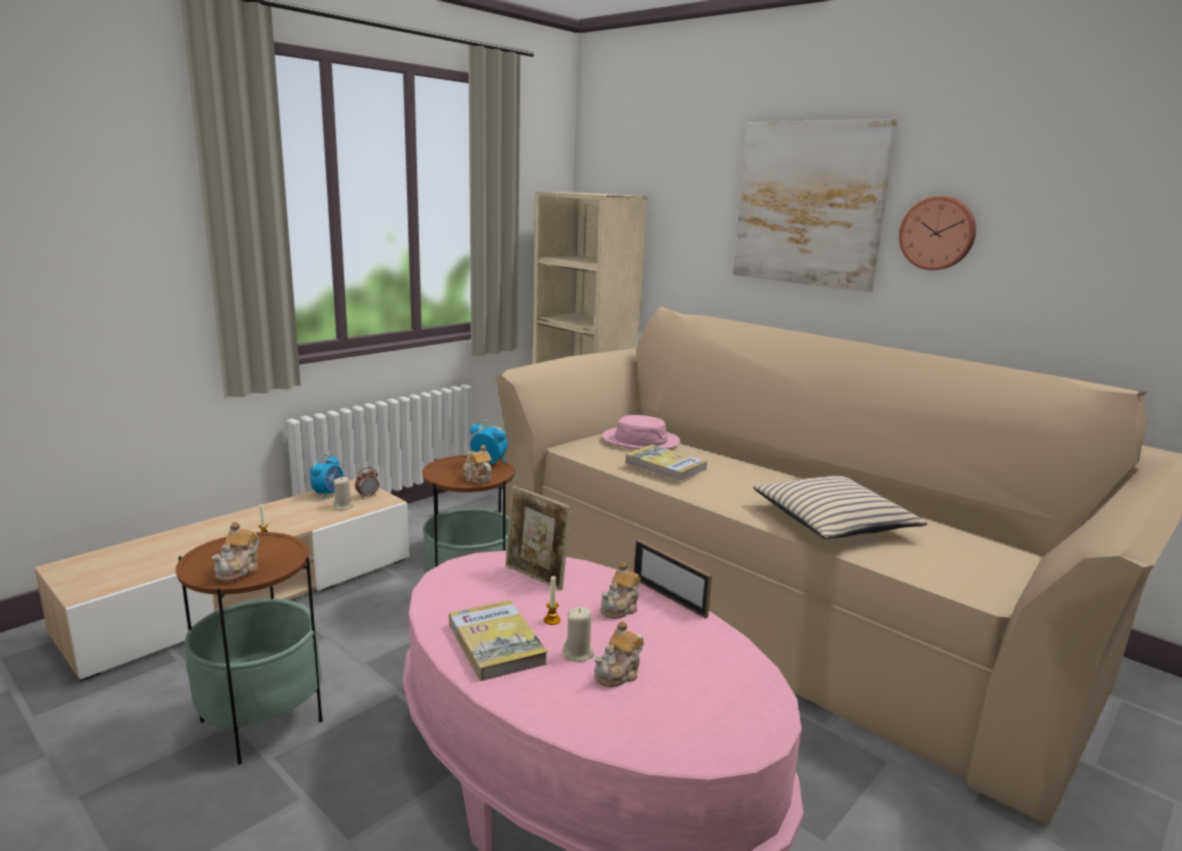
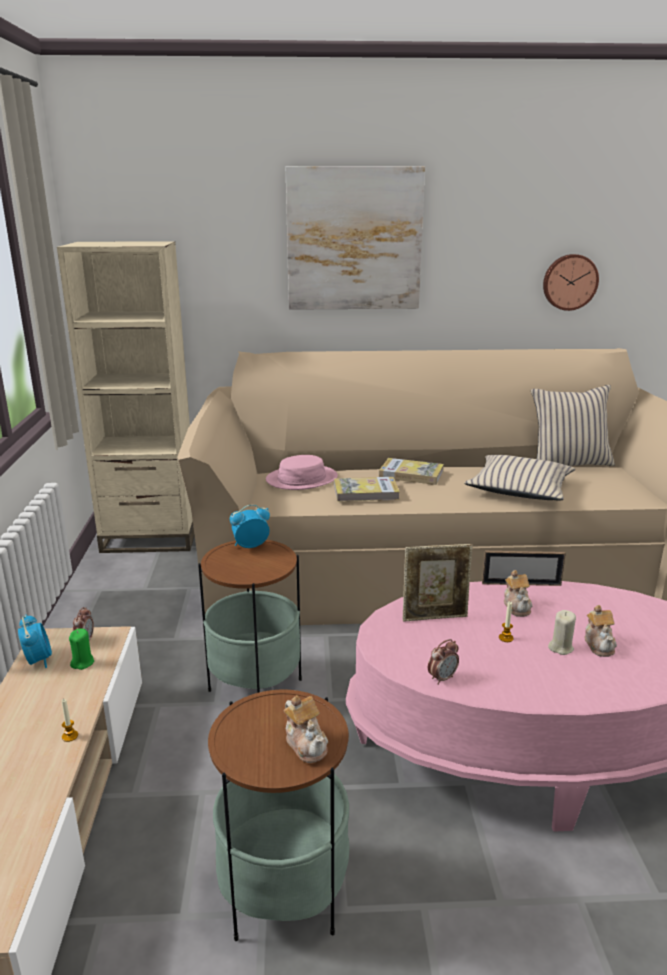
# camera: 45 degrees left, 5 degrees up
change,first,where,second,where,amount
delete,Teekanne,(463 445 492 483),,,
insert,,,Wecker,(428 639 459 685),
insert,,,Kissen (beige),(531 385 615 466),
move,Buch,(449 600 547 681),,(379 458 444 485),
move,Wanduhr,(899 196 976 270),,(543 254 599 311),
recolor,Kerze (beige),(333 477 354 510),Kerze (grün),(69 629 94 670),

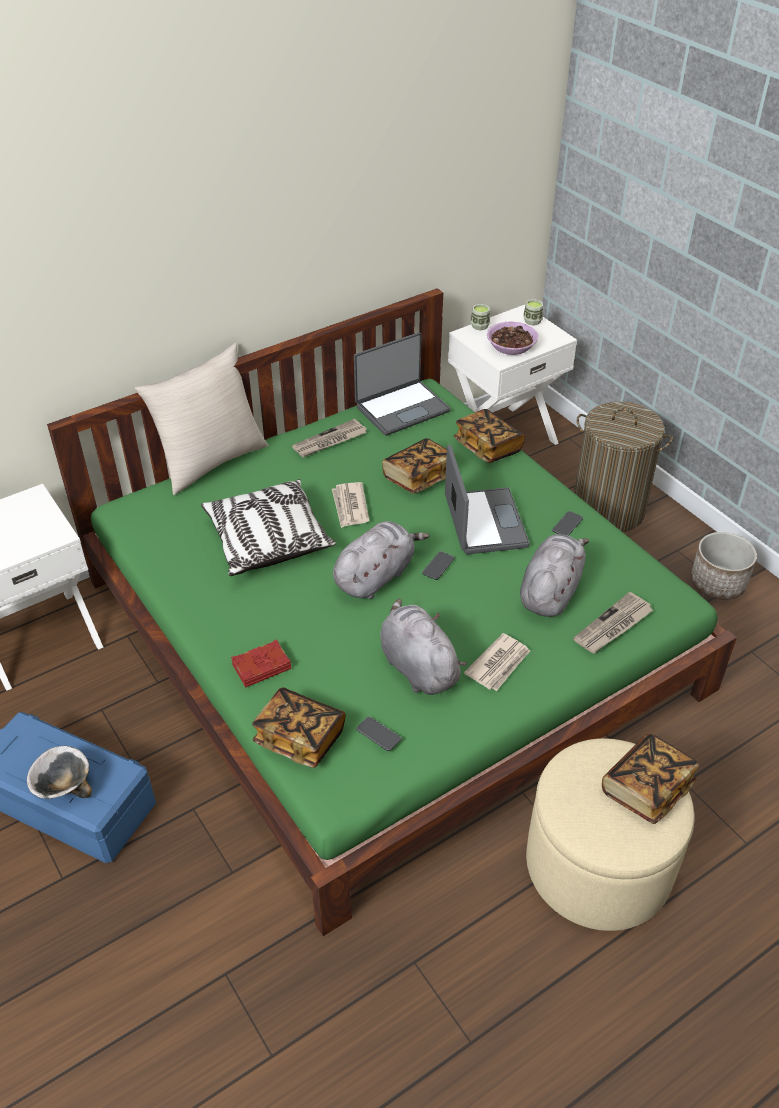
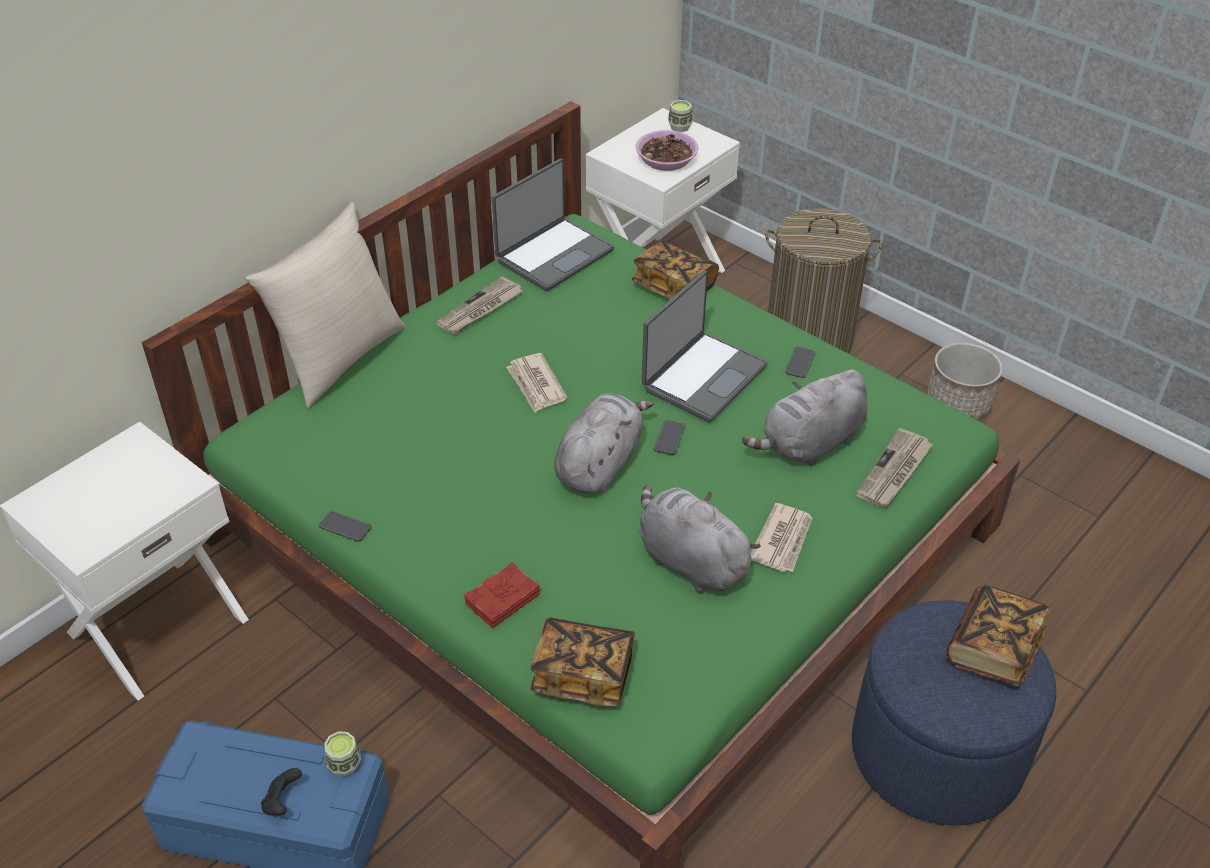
# camera: 15 degrees left, 0 degrees up
change,first,where,second,where,amount
delete,Kissen,(201 479 336 576),,,
delete,Buch,(382 438 455 493),,,
move,Handy,(356 716 401 751),,(319 511 371 542),
move,Tasse,(471 304 490 330),,(324 731 361 776),
replace,Schüssel,(27 746 92 799),Gamepad (schwarz),(261 768 302 816),
recolor,Polsterhocker (beige),(526 738 695 931),Polsterhocker (blau),(852 601 1056 826),
rotate,Laptop,(445 444 530 554),,(642 270 768 422),60 degrees clockwise
rotate,Plüschtier (grau),(520 534 589 617),,(742 369 868 466),135 degrees counterclockwise

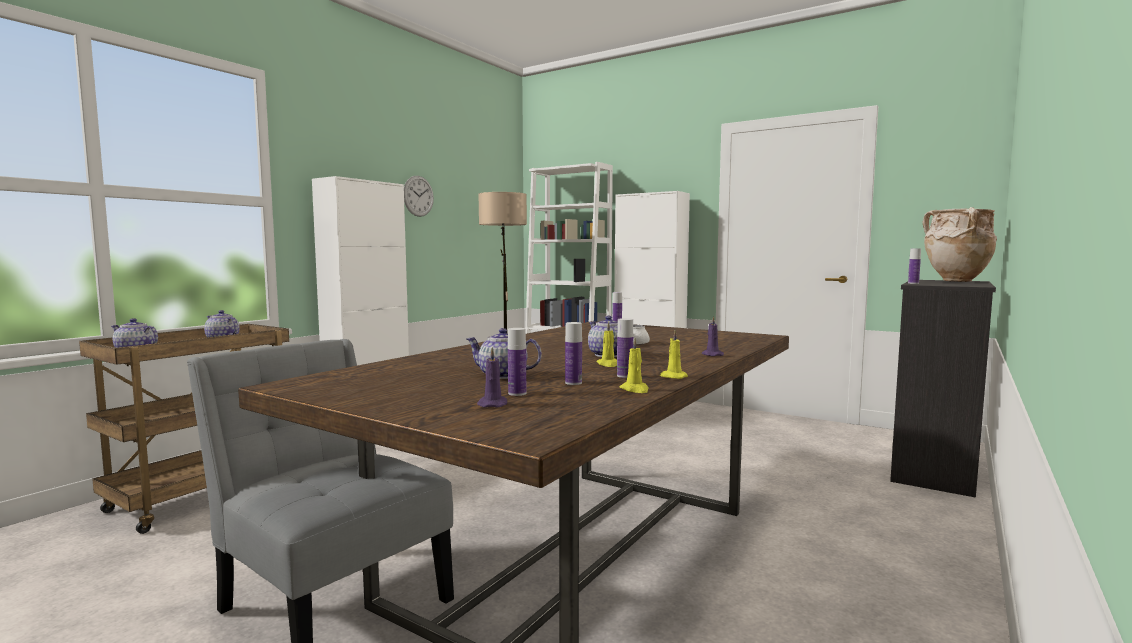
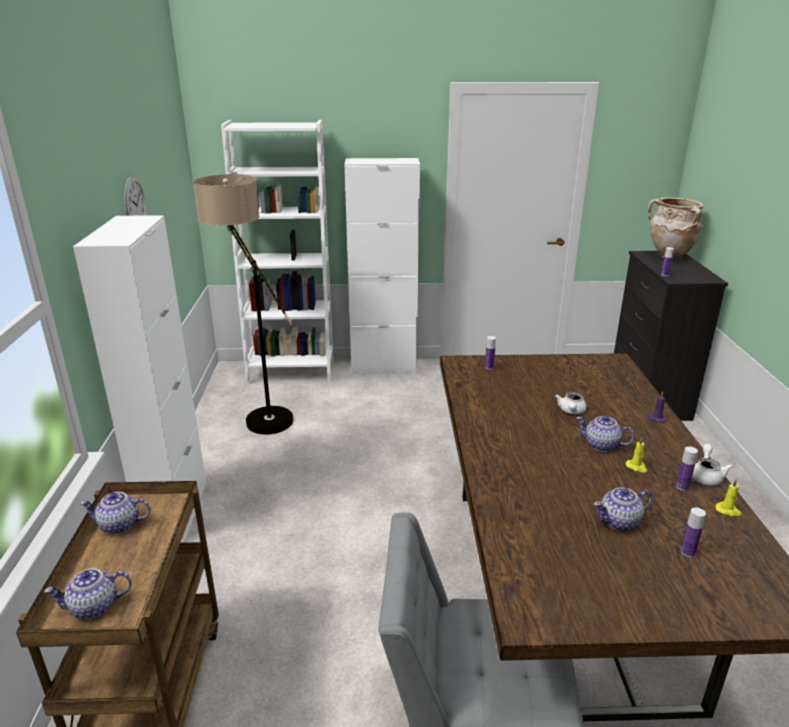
# camera: 35 degrees left, 20 degrees up
change,first,where,second,where,amount
delete,Kerze (lila),(477 347 507 407),,,
delete,Flasche,(565 322 582 385),,,
replace,Kerze (gelb),(660 330 688 379),Teekanne (weiß),(692 444 733 486),

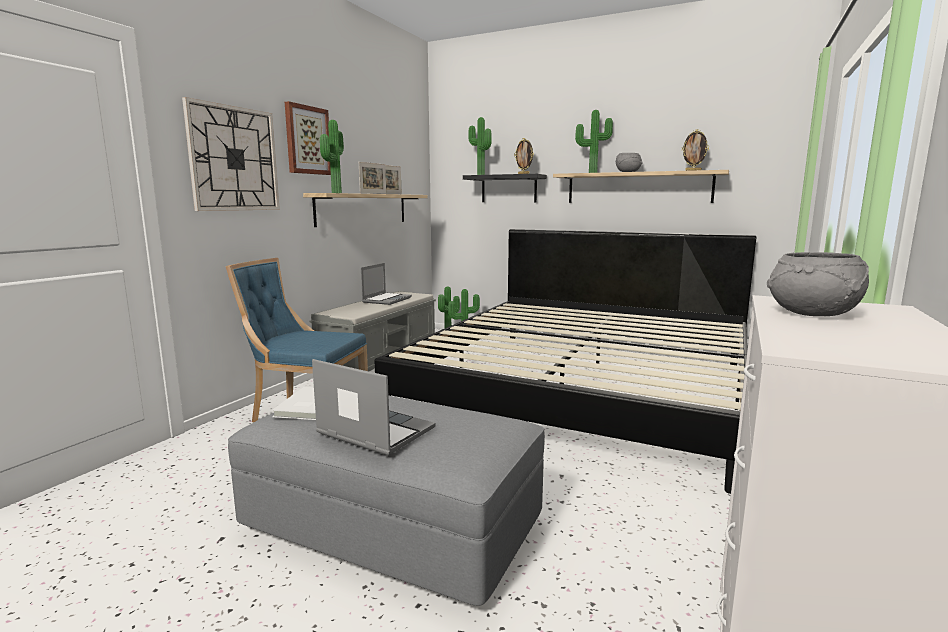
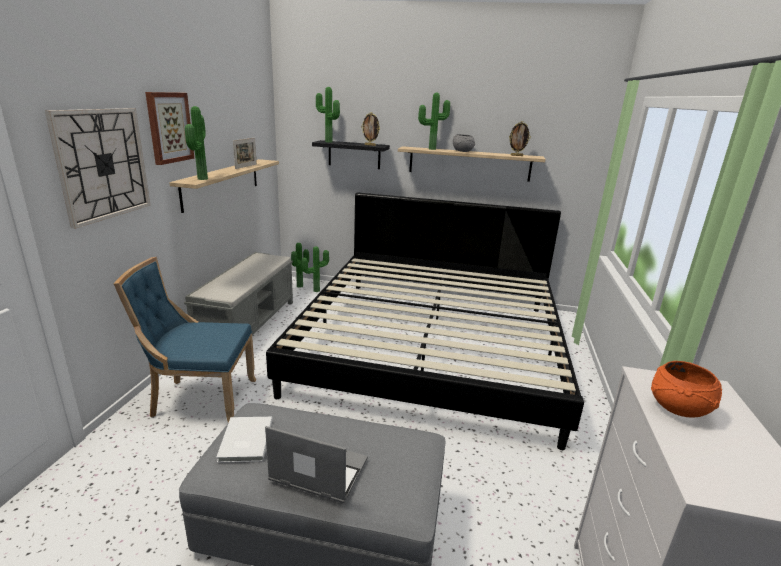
# camera: 15 degrees left, 10 degrees up
change,first,where,second,where,amount
delete,Bilderrahmen,(359 162 386 194),,,
delete,Laptop,(361 263 412 305),,,
recolor,Schüssel (grau),(767 252 869 316),Schüssel (orange),(651 361 722 418),

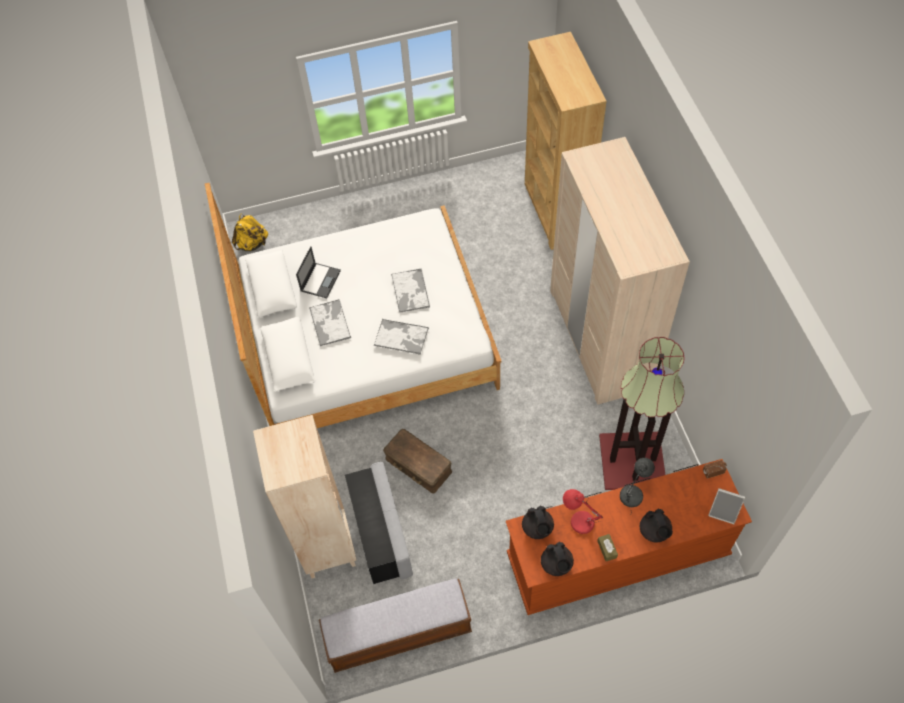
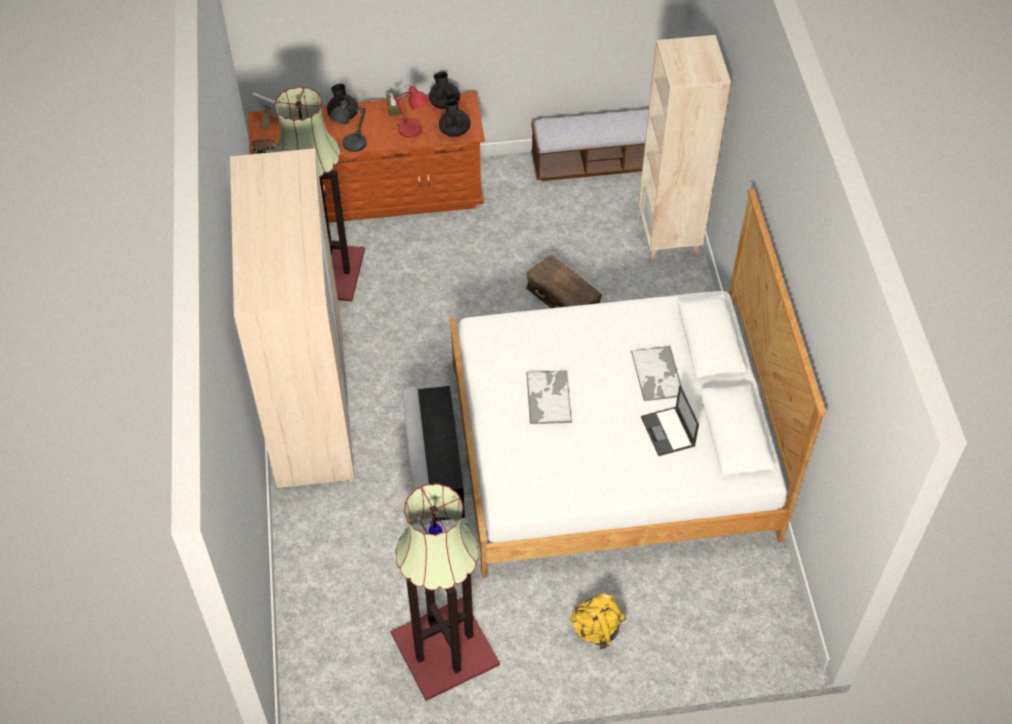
# camera: 175 degrees left, 5 degrees down
change,first,where,second,where,amount
delete,Tablett,(374 319 429 355),,,
delete,Bücherregal (braun),(525 32 607 250),,,
insert,,,Stehlampe,(391 483 500 701),
move,Rucksack (gelb),(232 214 268 251),,(570 593 627 649),
move,Polsterhocker (grau),(345 462 413 584),,(402 386 465 525),
rotate,Laptop,(296 246 341 298),,(641 385 699 456),45 degrees counterclockwise

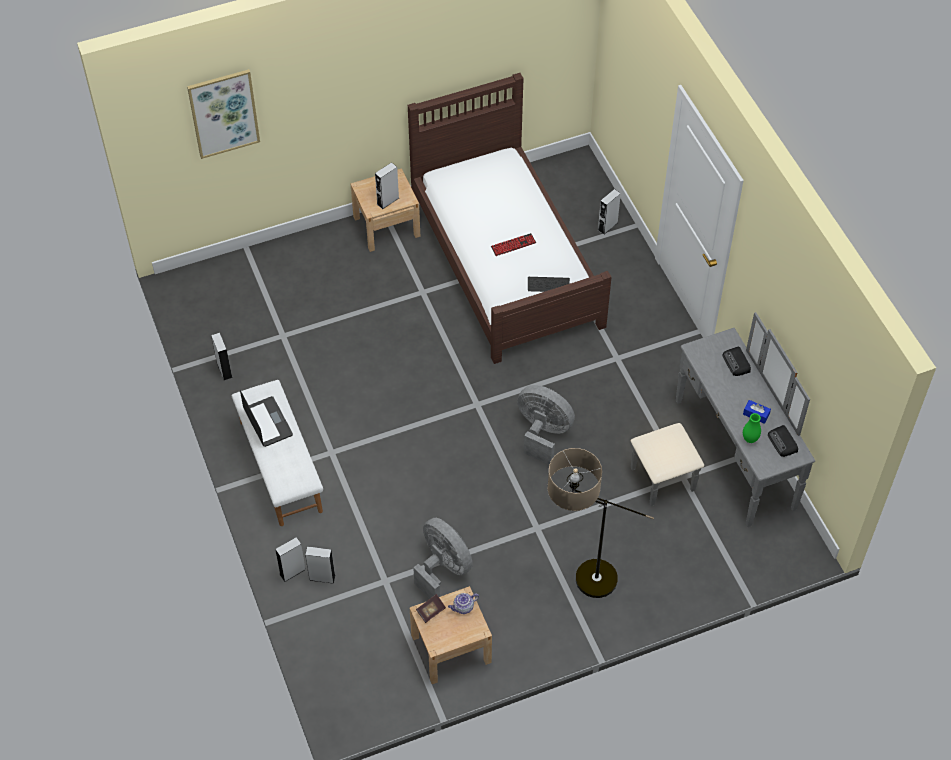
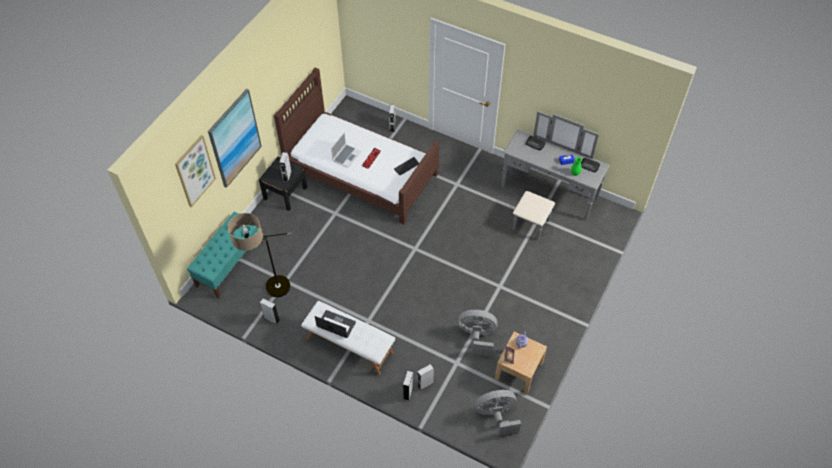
# camera: 40 degrees left, 0 degrees up
change,first,where,second,where,amount
insert,,,Bank (türkis),(187 212 262 298),
insert,,,Bild,(208 89 262 188),
insert,,,Laptop,(331 132 361 168),
move,Ventilator (grau),(517 385 575 465),,(475 390 521 436),
move,Stehlampe,(548 448 654 598),,(228 213 292 297),
recolor,Nachttisch (beige),(351 168 420 252),Nachttisch (schwarz),(259 157 307 211),

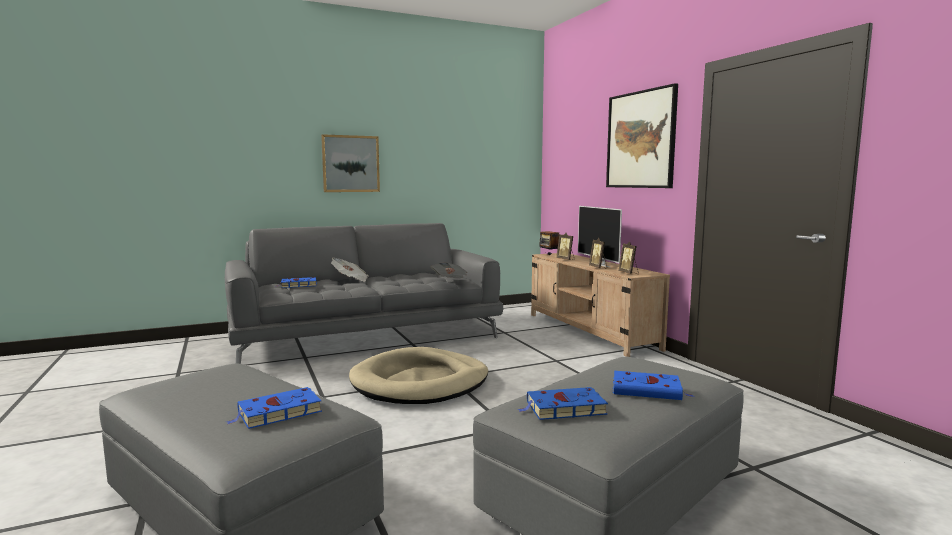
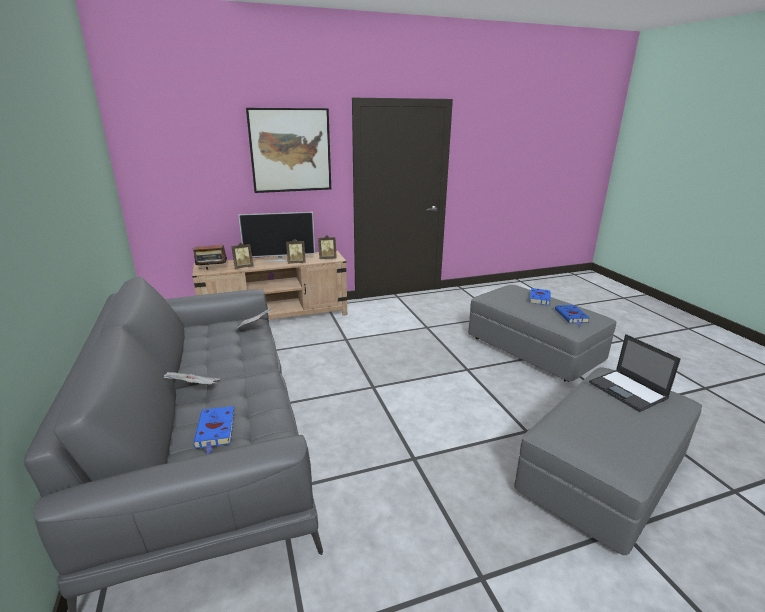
# camera: 85 degrees left, 15 degrees up
change,first,where,second,where,amount
delete,Bild,(321 134 380 192),,,
delete,Hundebett (beige),(349 347 488 404),,,
replace,Buch (blau),(227 387 322 429),Laptop,(589 334 681 412),

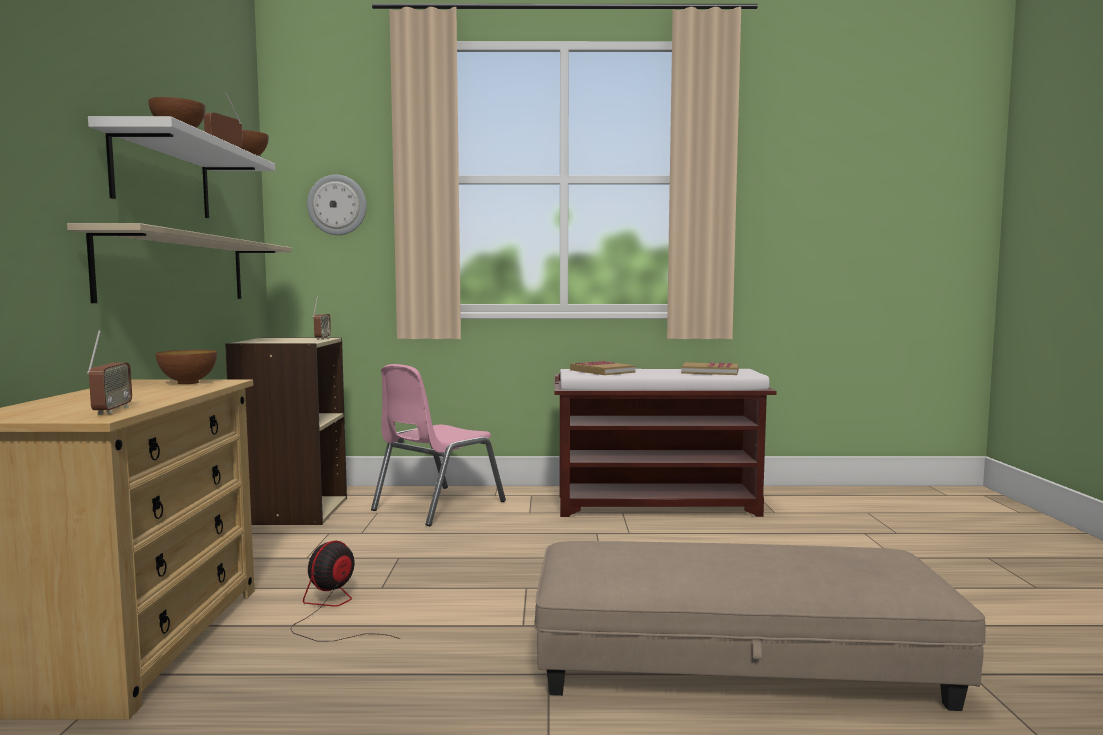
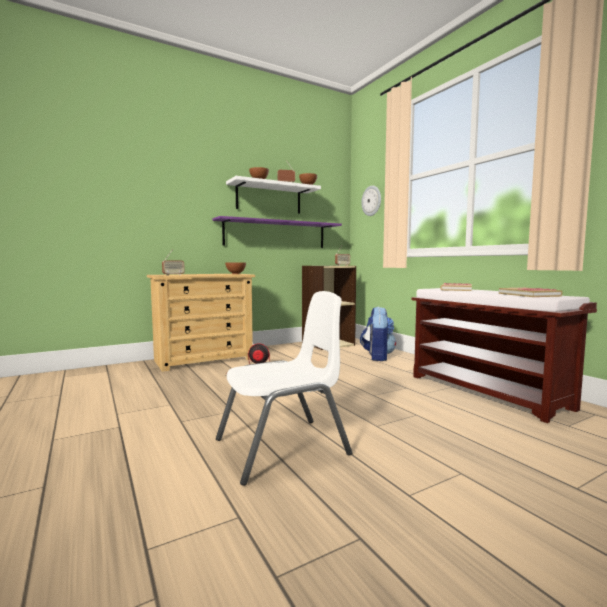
# camera: 60 degrees right, 0 degrees up
change,first,where,second,where,amount
replace,Stuhl (rosa),(371 364 506 526),Rucksack,(360 307 396 361),
replace,Polsterhocker (beige),(534 541 985 711),Stuhl (weiß),(216 291 352 486),
recolor,Wandregal (beige),(67 223 292 303),Wandregal (lila),(212 216 342 248),

